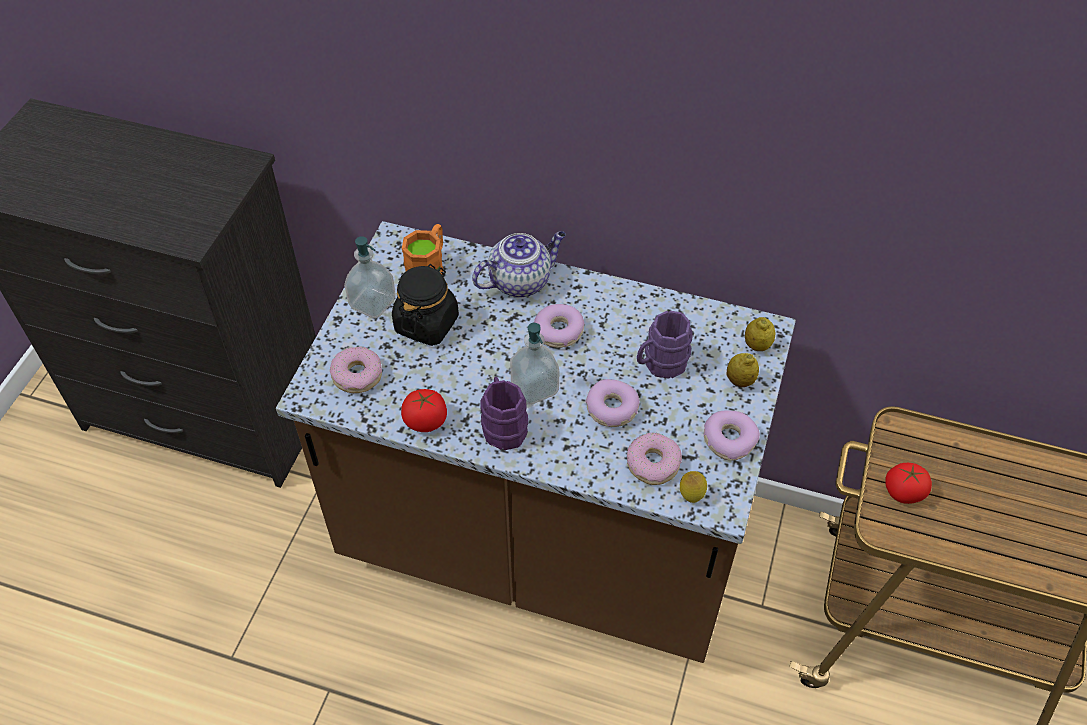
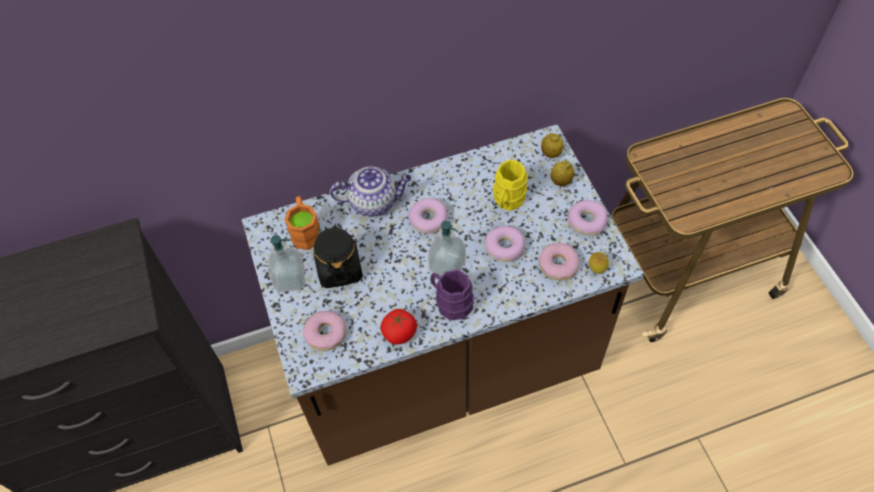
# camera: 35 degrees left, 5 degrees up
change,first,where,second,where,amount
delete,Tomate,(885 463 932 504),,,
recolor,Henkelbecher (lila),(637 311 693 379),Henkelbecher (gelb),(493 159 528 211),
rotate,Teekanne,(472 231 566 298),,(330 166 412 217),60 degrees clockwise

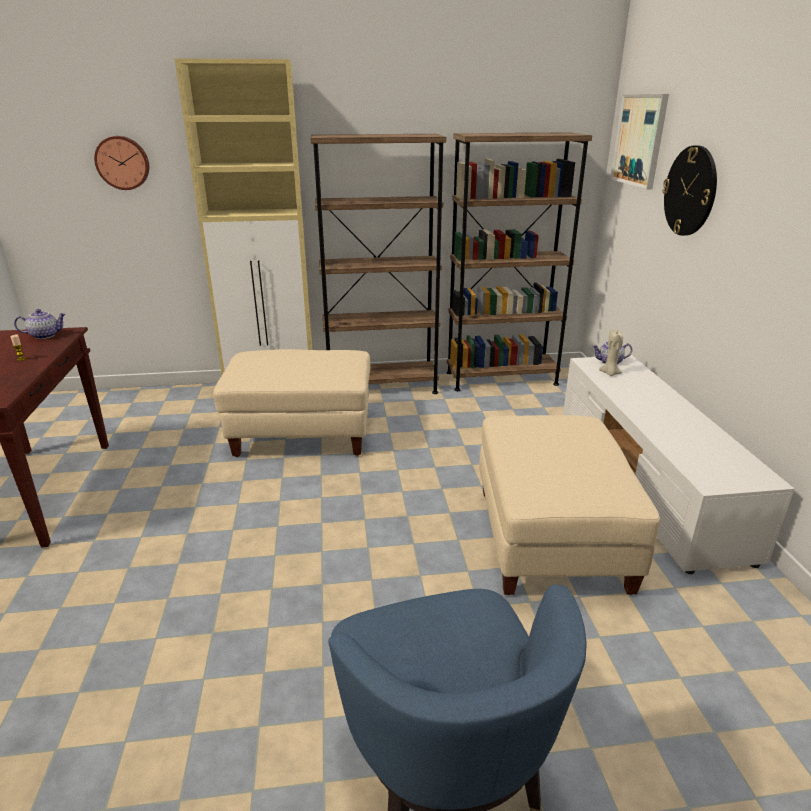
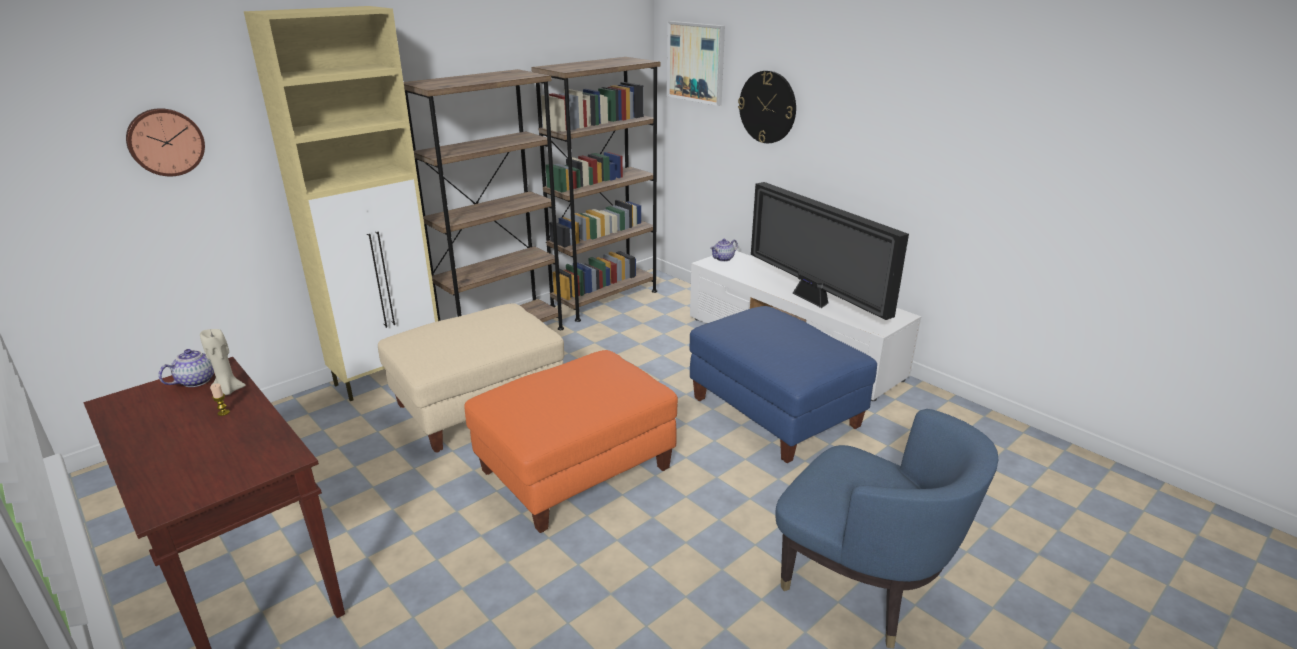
# camera: 35 degrees left, 0 degrees up
change,first,where,second,where,amount
insert,,,Polsterhocker (orange),(464 350 678 533),
insert,,,Fernseher,(751 182 909 320),
move,Kerze (beige),(599 329 623 376),,(200 329 246 395),
recolor,Polsterhocker (beige),(479 415 660 595),Polsterhocker (blau),(689 306 877 463),

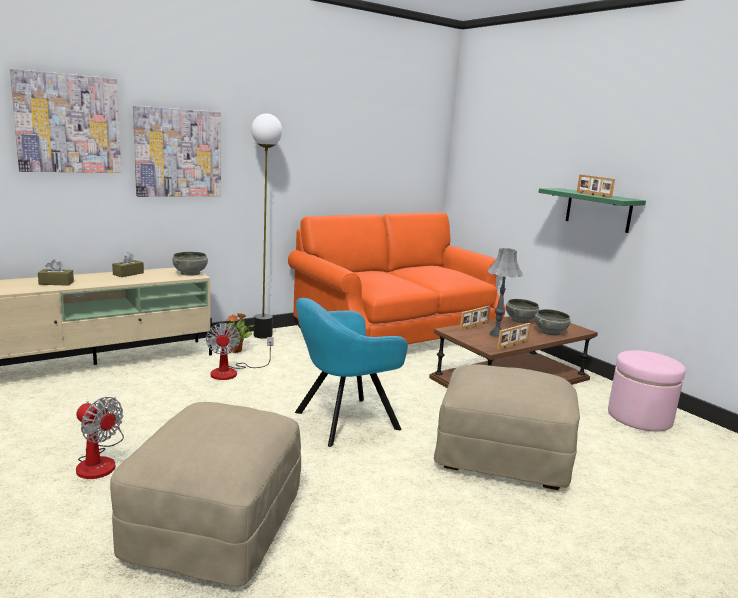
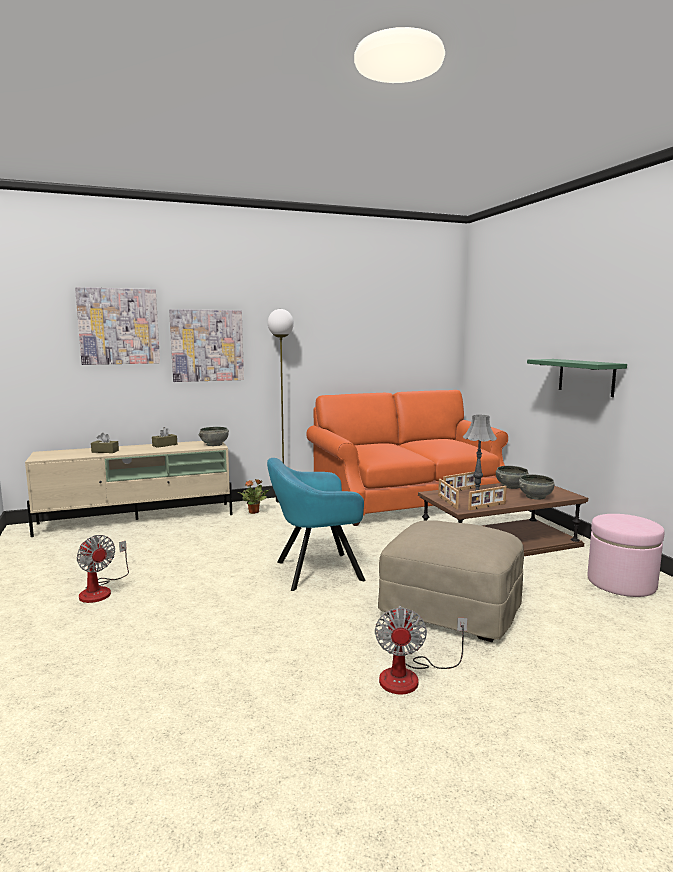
# camera: 15 degrees right, 5 degrees down
change,first,where,second,where,amount
delete,Polsterhocker (beige),(110 402 301 586),,,
move,Ventilator,(206 323 274 380),,(375 606 467 695),
move,Bilderrahmen,(577 174 615 198),,(438 479 459 509),

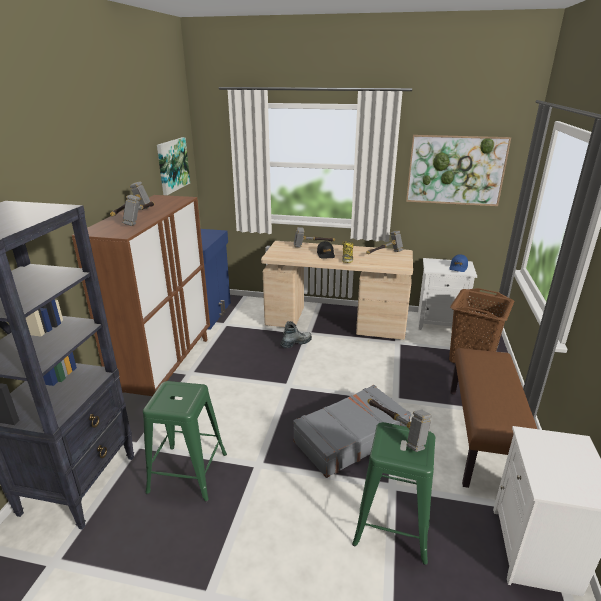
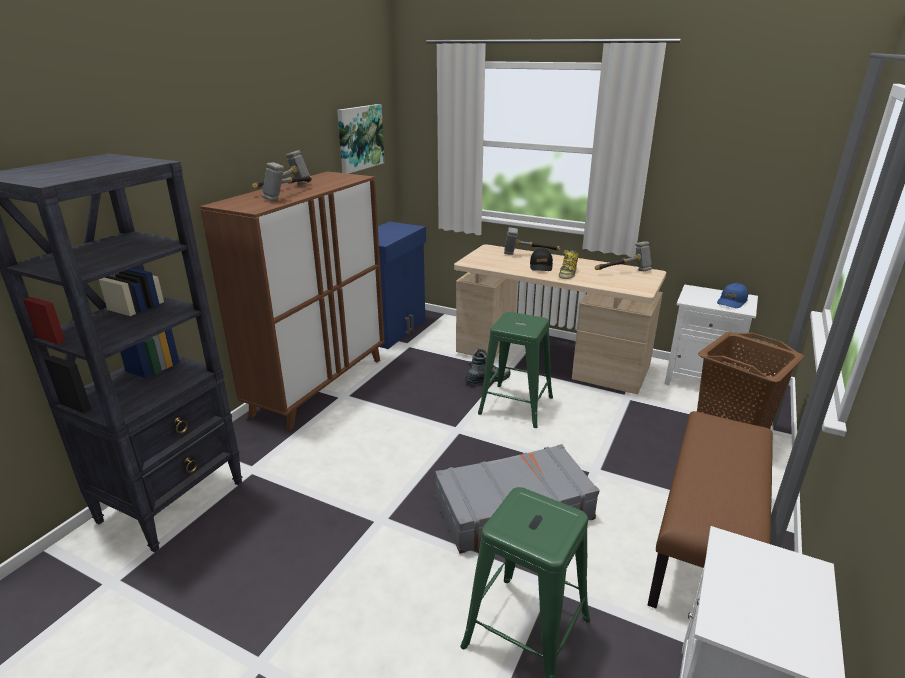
# camera: 15 degrees right, 0 degrees up
change,first,where,second,where,amount
delete,Hammer,(367 398 432 452),,,
delete,Bild,(406 135 511 206),,,
move,Hocker (grün),(143 381 227 502),,(478 312 553 428),

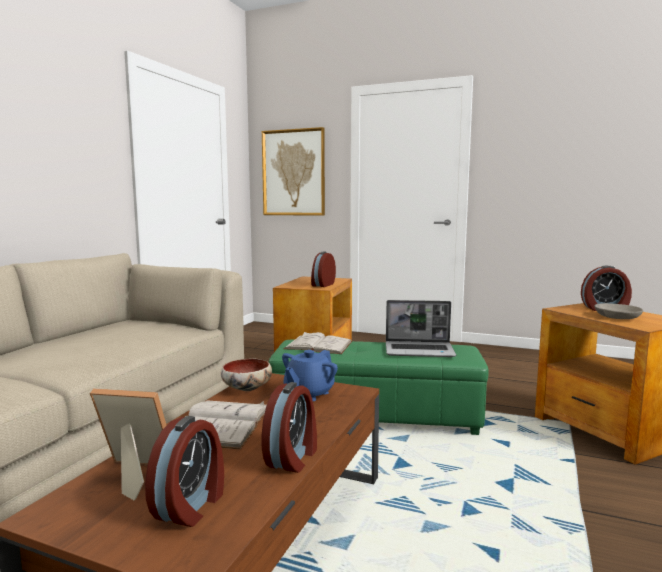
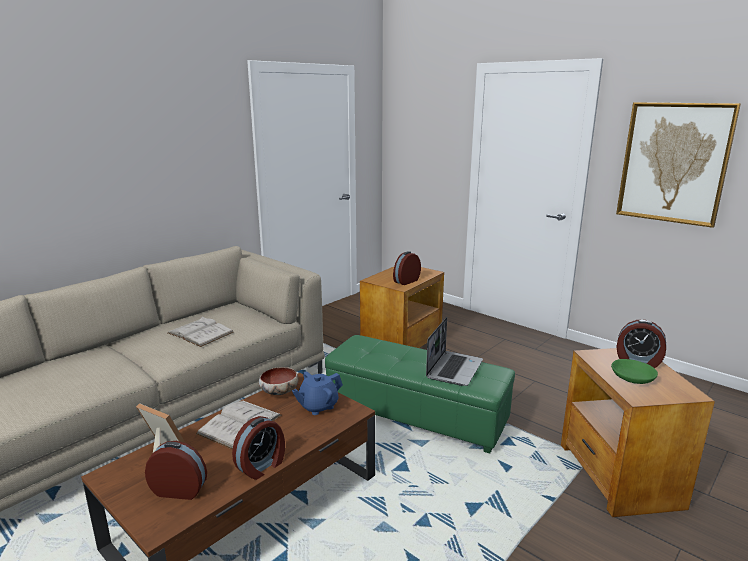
# camera: 20 degrees right, 10 degrees up
change,first,where,second,where,amount
move,Bild,(262 127 325 216),,(616 102 741 228),
move,Buch (weiß),(284 332 352 354),,(168 317 234 347),
recolor,Schüssel (grau),(594 303 643 319),Schüssel (grün),(611 359 658 384),
rotate,Wecker,(145 416 224 527),,(145 441 207 500),120 degrees counterclockwise
rotate,Laptop,(386 300 457 357),,(426 317 483 386),90 degrees counterclockwise

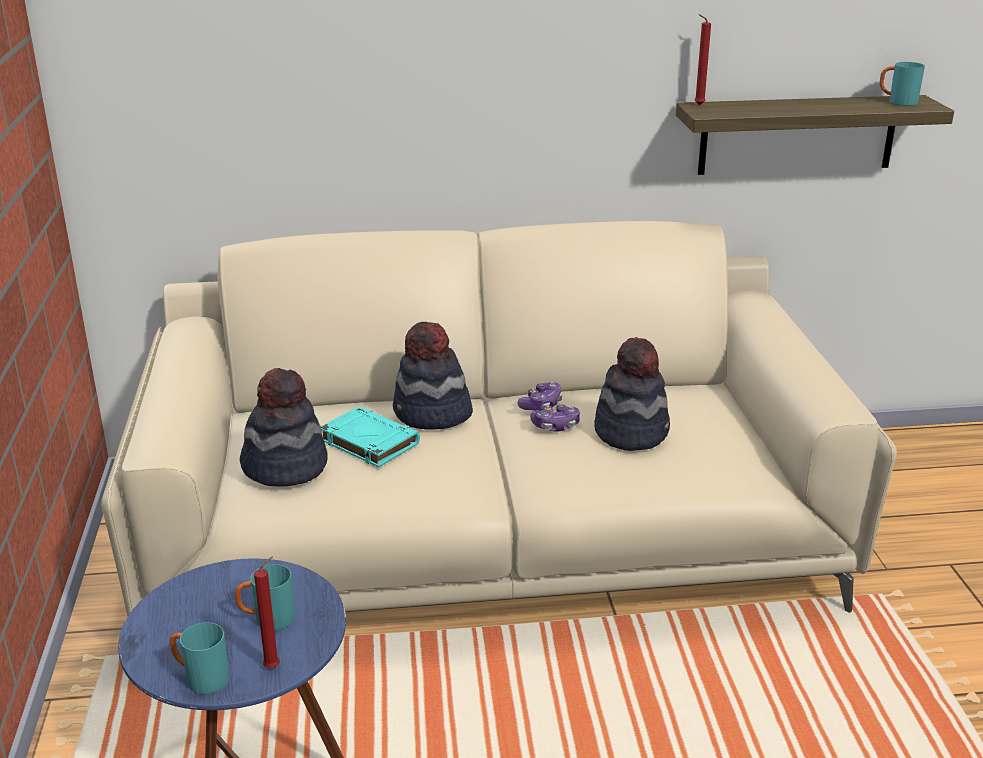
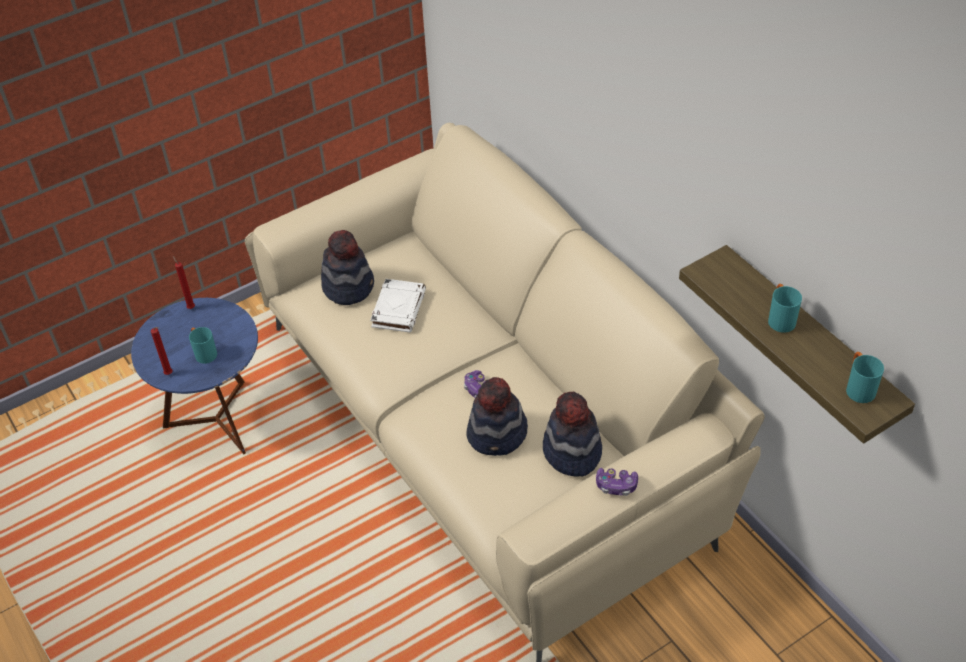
# camera: 65 degrees right, 20 degrees up
change,first,where,second,where,amount
move,Henkelbecher (türkis),(170 622 229 694),,(768 284 802 333),
move,Hut,(393 322 473 429),,(543 392 602 477),
move,Gamepad,(517 381 563 411),,(596 468 638 496),
move,Kerze (rot),(695 14 711 105),,(173 256 195 309),
recolor,Buch (türkis),(321 406 420 468),Buch (weiß),(370 279 426 332),

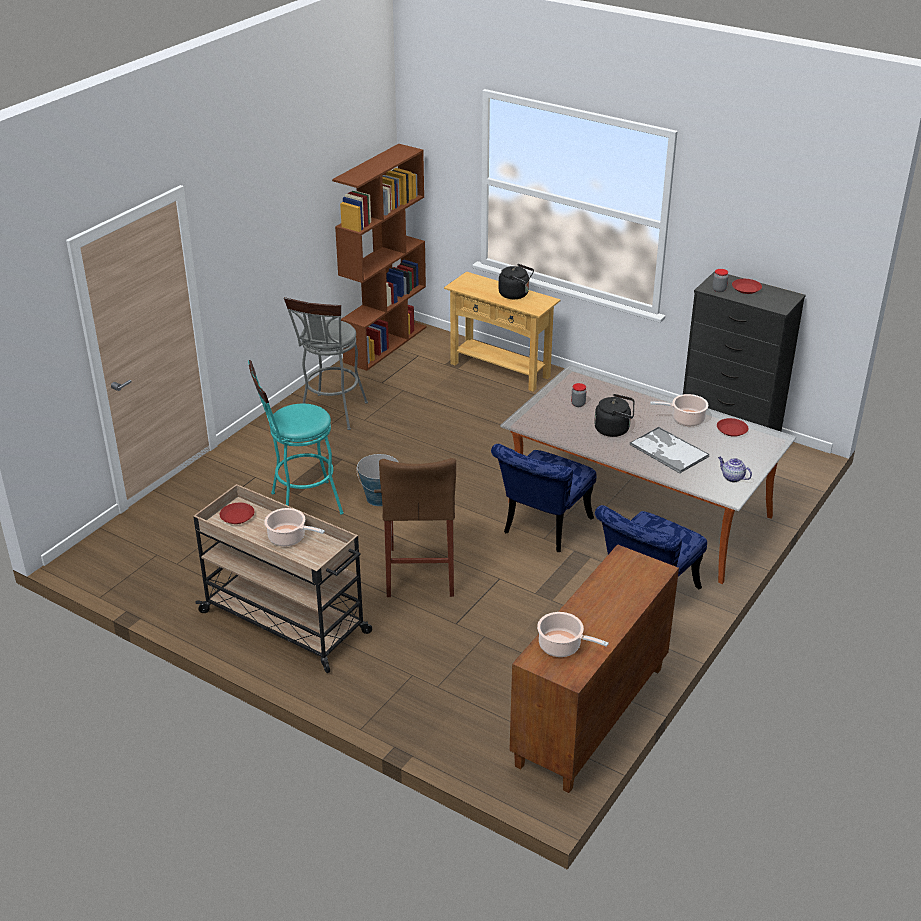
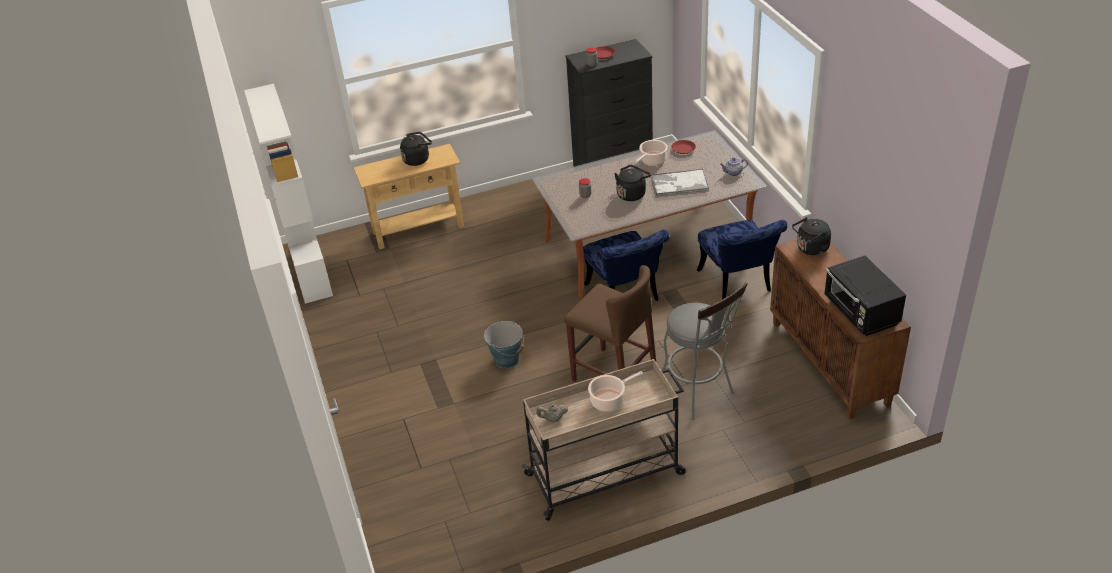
# camera: 50 degrees left, 5 degrees up
change,first,where,second,where,amount
delete,Hocker (türkis),(248 360 344 515),,,
insert,,,Wasserkessel (schwarz),(792 217 831 255),
move,Hocker (grau),(284 297 368 430),,(662 283 748 420),
replace,Teller (rot),(220 503 254 524),Teekanne (beige),(537 404 568 422),
replace,Kochtopf,(537 612 609 657),Mikrowelle (schwarz),(824 256 906 336),
recolor,Bücherregal (braun),(332 144 427 371),Bücherregal (weiß),(244 84 333 304),

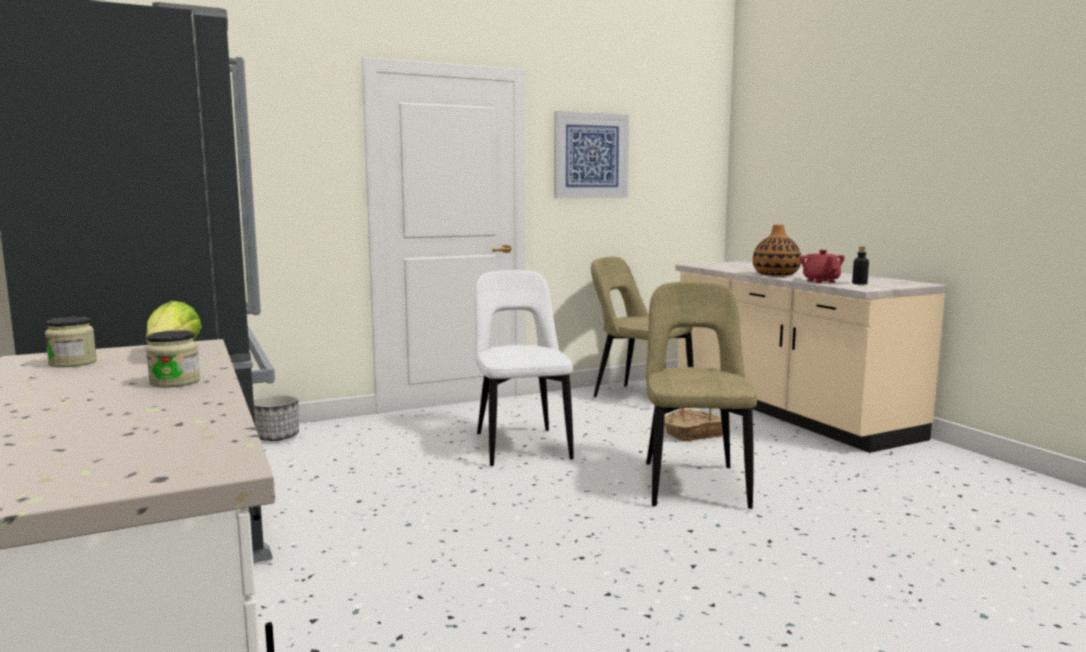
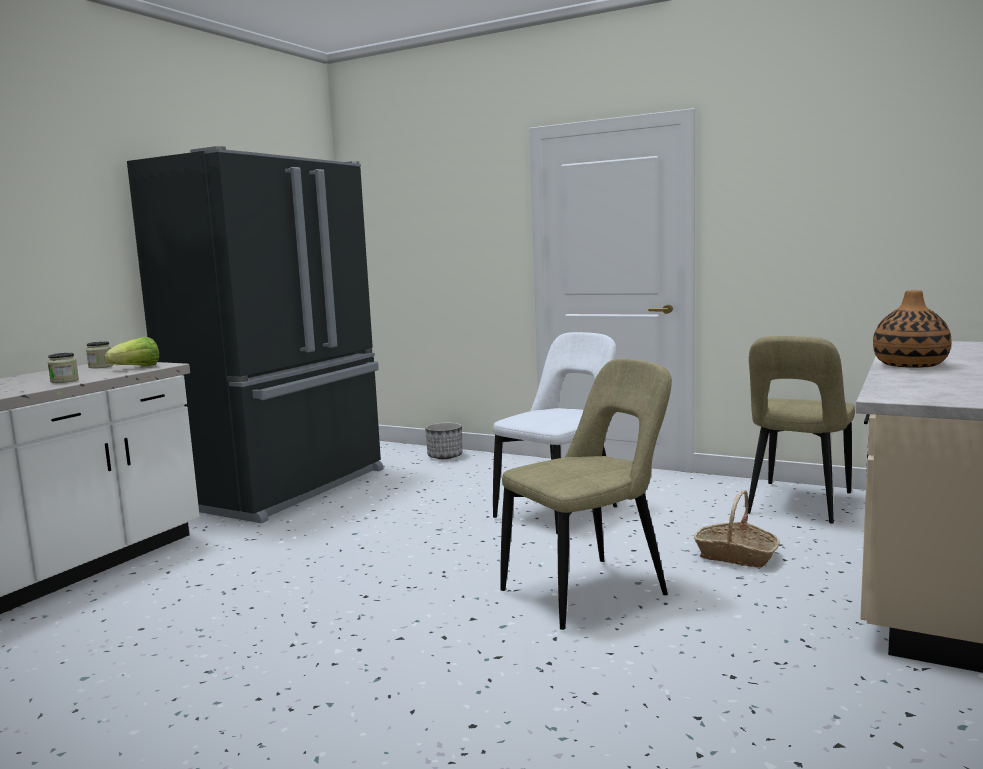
# camera: 55 degrees right, 0 degrees up
change,first,where,second,where,amount
delete,Bild,(554 111 629 198),,,
delete,Teekanne (rot),(800 250 845 283),,,
delete,Flasche,(852 247 869 285),,,
rotate,Stuhl (beige),(591 257 693 397),,(748 336 855 524),150 degrees counterclockwise

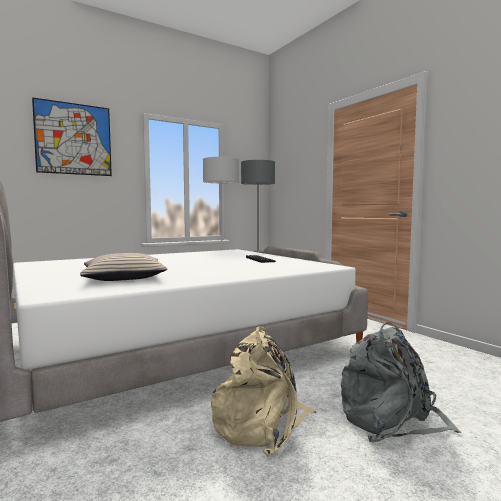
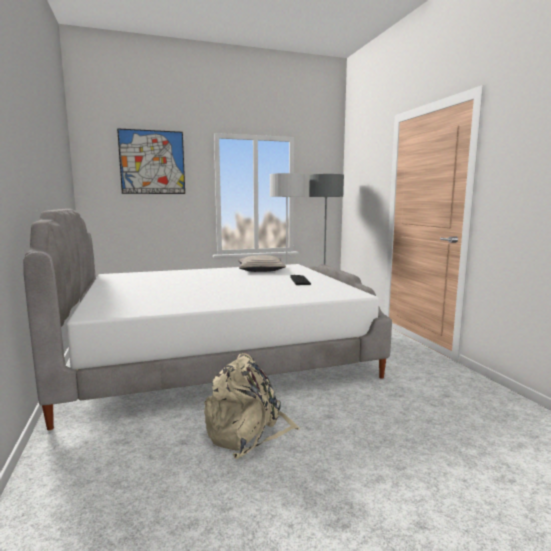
# camera: 15 degrees right, 5 degrees up
change,first,where,second,where,amount
delete,Rucksack (grau),(340 322 461 442),,,
move,Kissen (beige),(80 253 167 281),,(238 255 286 272),

